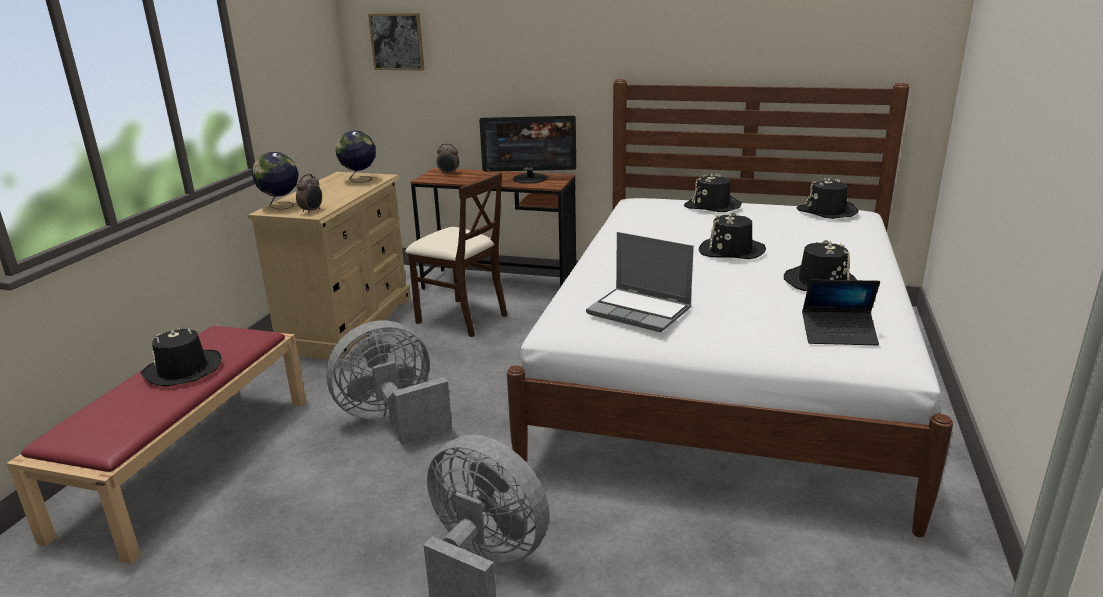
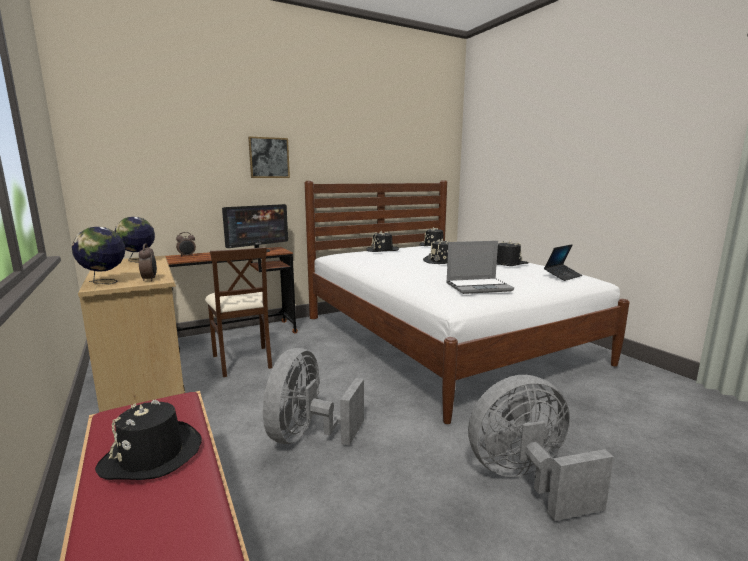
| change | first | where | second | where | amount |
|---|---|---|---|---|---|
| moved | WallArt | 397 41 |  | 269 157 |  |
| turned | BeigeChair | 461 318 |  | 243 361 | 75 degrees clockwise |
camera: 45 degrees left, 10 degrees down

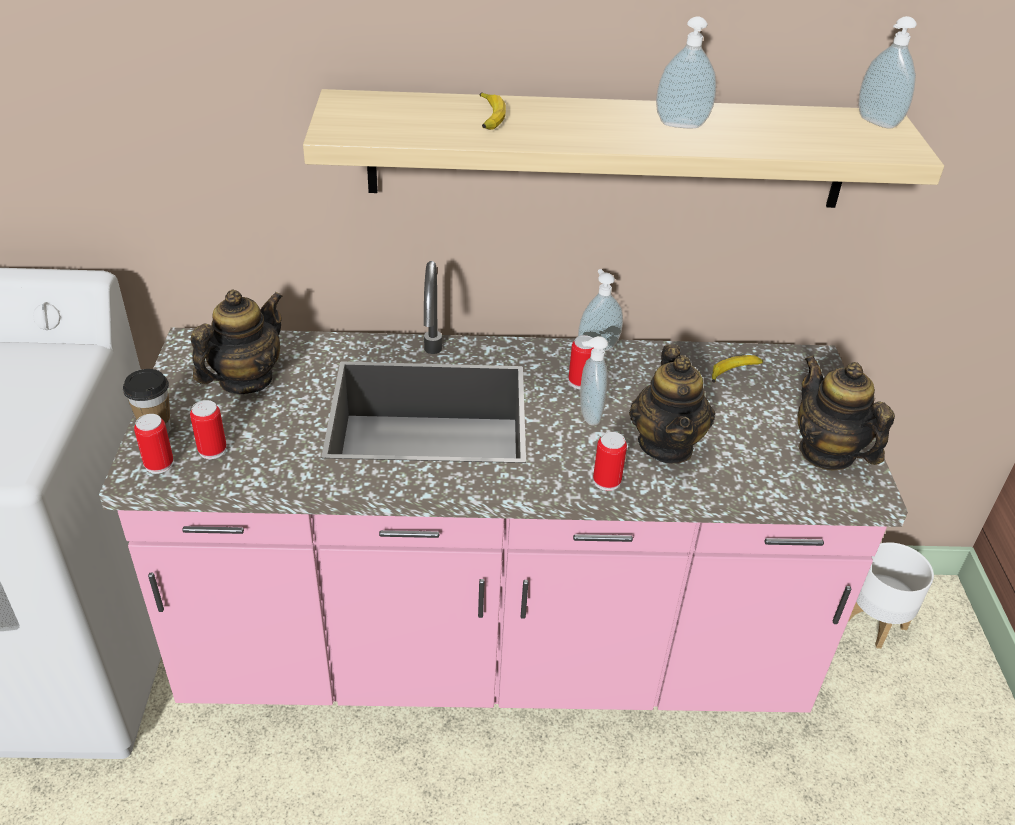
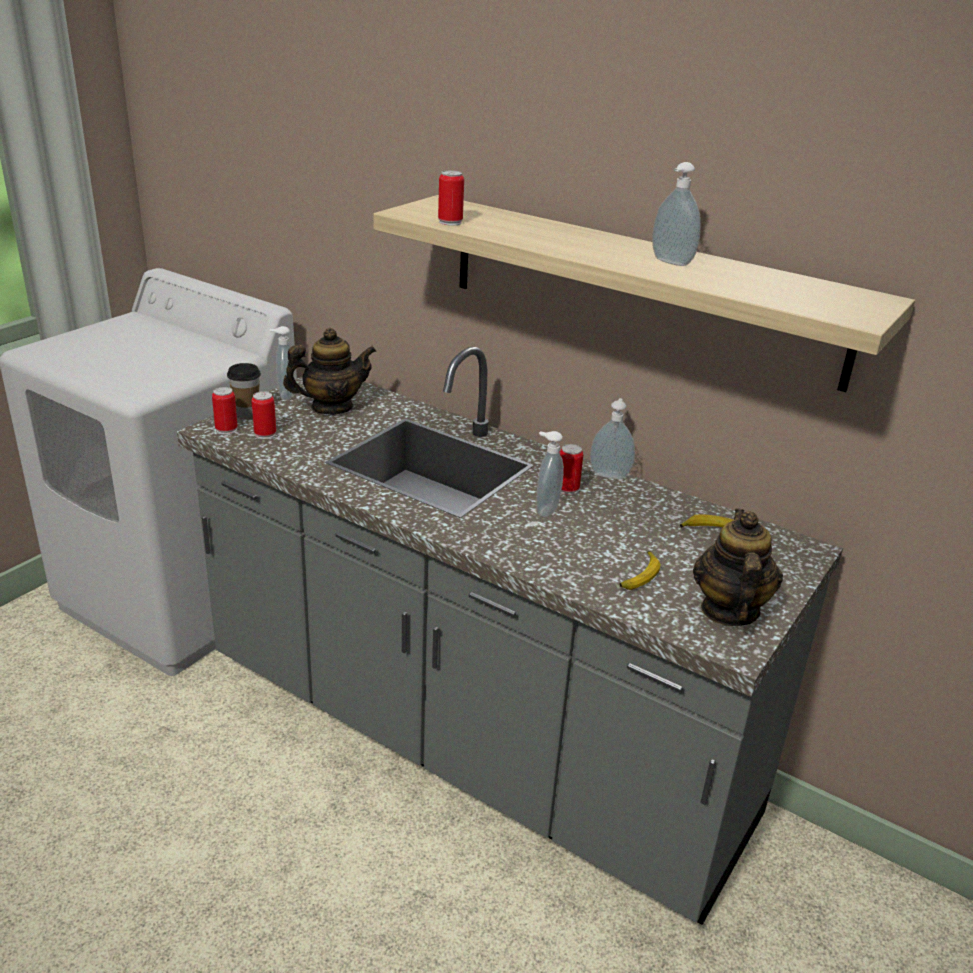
| change | first | where | second | where | amount |
|---|---|---|---|---|---|
| recoloured | PinkColouredKitchenBaseUnit | 494 653 | GreyishKitchenBaseUnit | 471 742 |  |
| moved | WholeBanana | 489 117 |  | 639 576 |  |
| moved | SealedCan | 606 481 |  | 450 222 |  |
| removed | Teapot | 666 445 |  |  |  |
| removed | WhitishFlowerPot | 874 624 |  |  |  |
| moved | SoapBottle | 875 123 |  | 284 395 |  |
camera: 35 degrees right, 10 degrees down

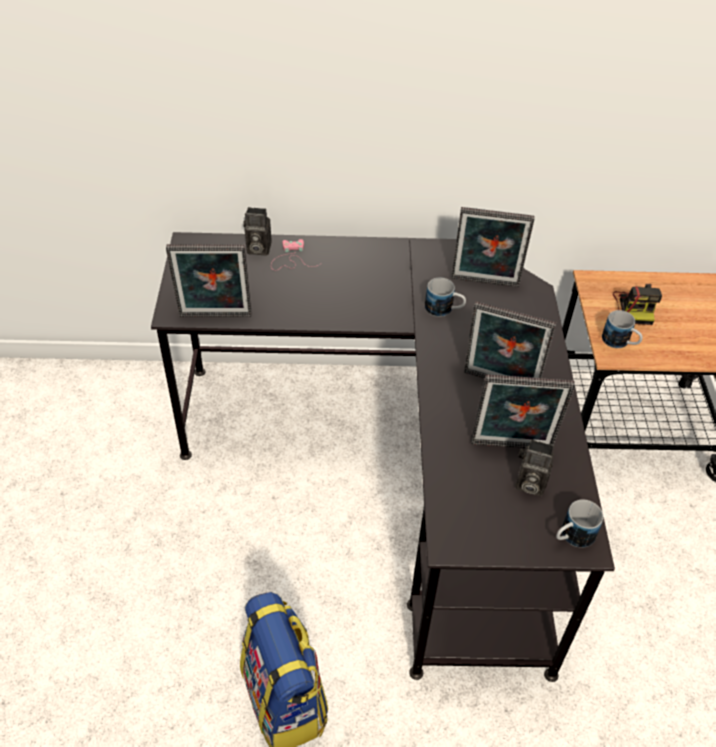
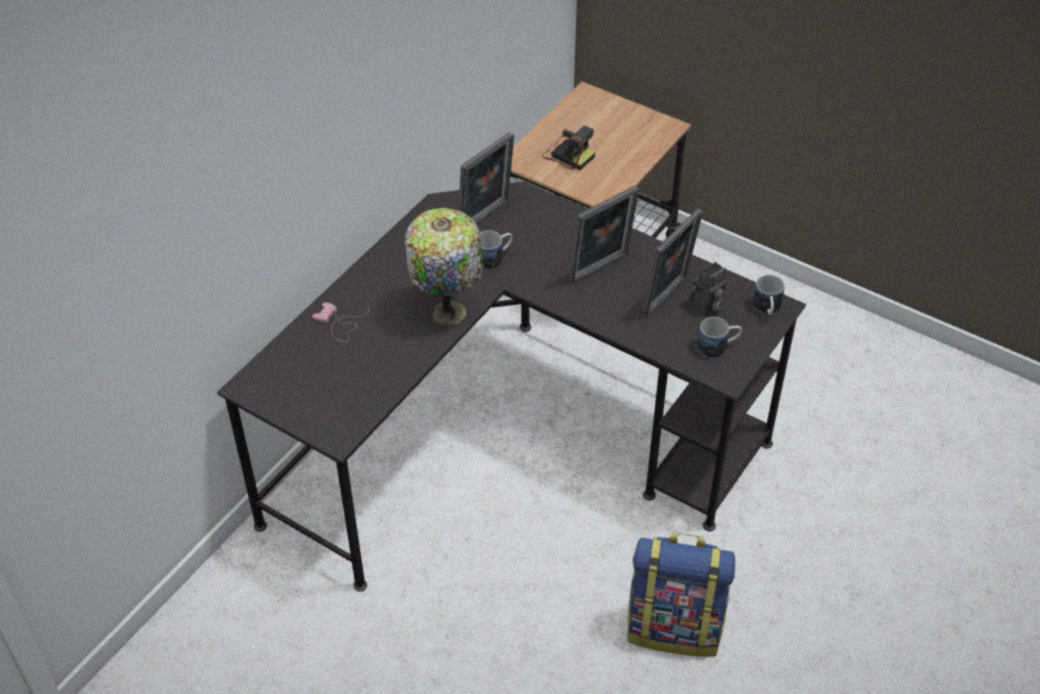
| change | first | where | second | where | amount |
|---|---|---|---|---|---|
| removed | StandingFrame | 215 318 |  |  |  |
| removed | PhotoCamera | 257 249 |  |  |  |
| moved | TeaMug | 620 342 |  | 718 347 |  |
| added |  |  | TableLamp | 448 310 |  |
camera: 55 degrees left, 0 degrees up

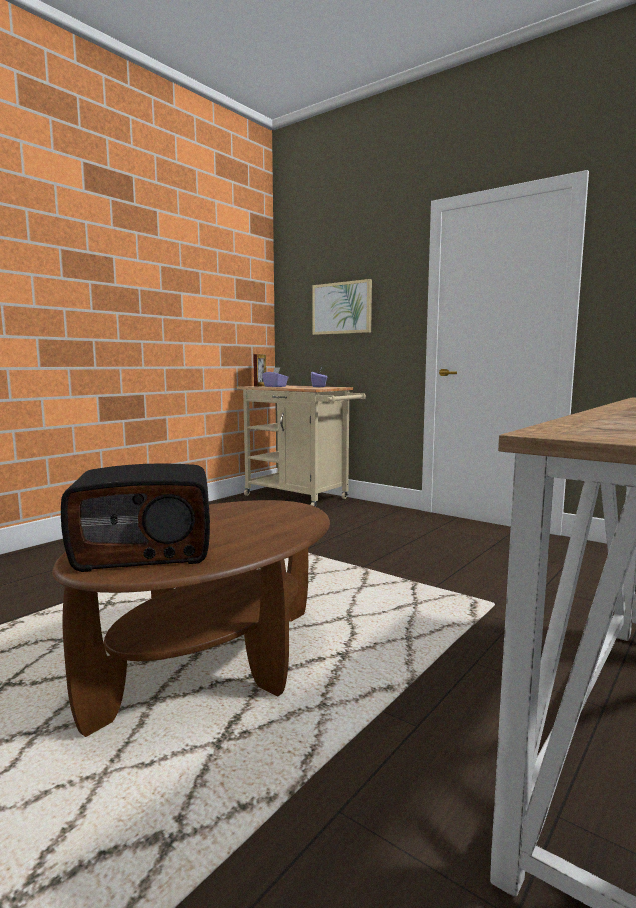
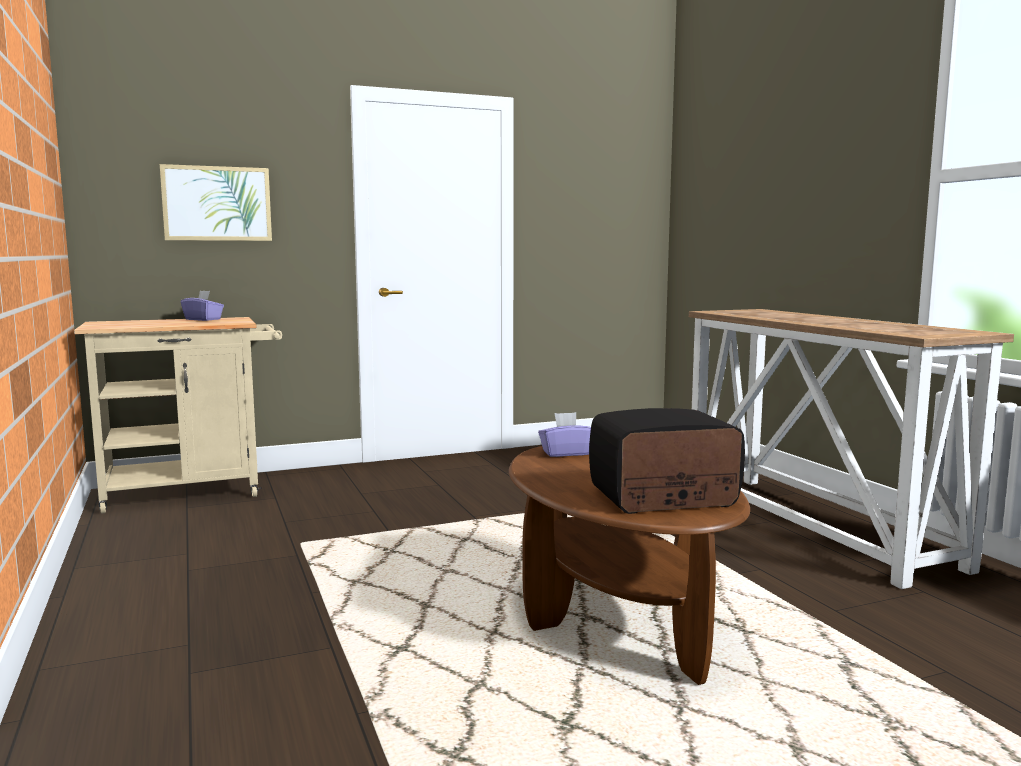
| change | first | where | second | where | amount |
|---|---|---|---|---|---|
| turned | Radio | 146 551 |  | 662 497 | 120 degrees counterclockwise |
| removed | StandingFrame | 260 386 |  |  |  |
| moved | PurpleTissueHolder | 275 386 |  | 566 453 |  |
camera: 60 degrees left, 0 degrees up

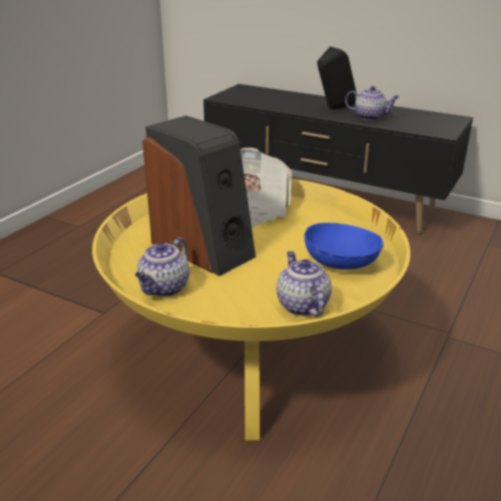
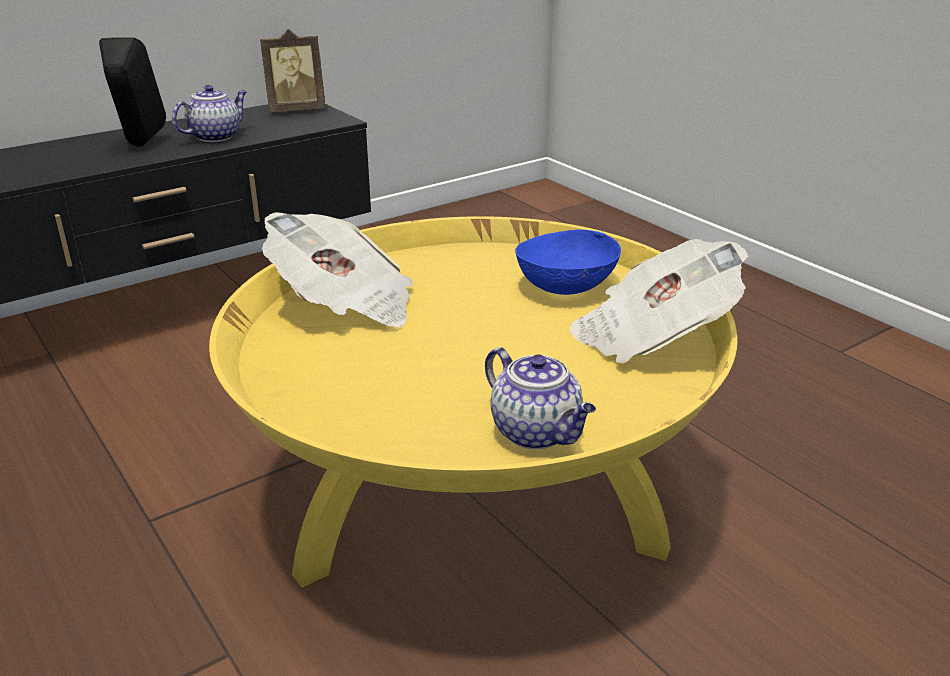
| change | first | where | second | where | amount |
|---|---|---|---|---|---|
| removed | Speaker | 203 248 |  |  |  |
| replaced | Teapot | 301 305 | DailyPaper | 651 337 |  |
| added |  |  | StandingFrame | 296 110 |  |
camera: 65 degrees left, 0 degrees up

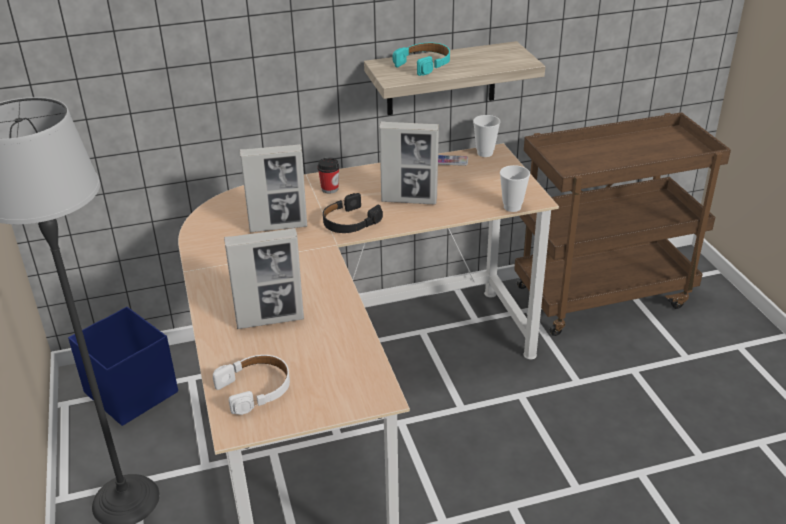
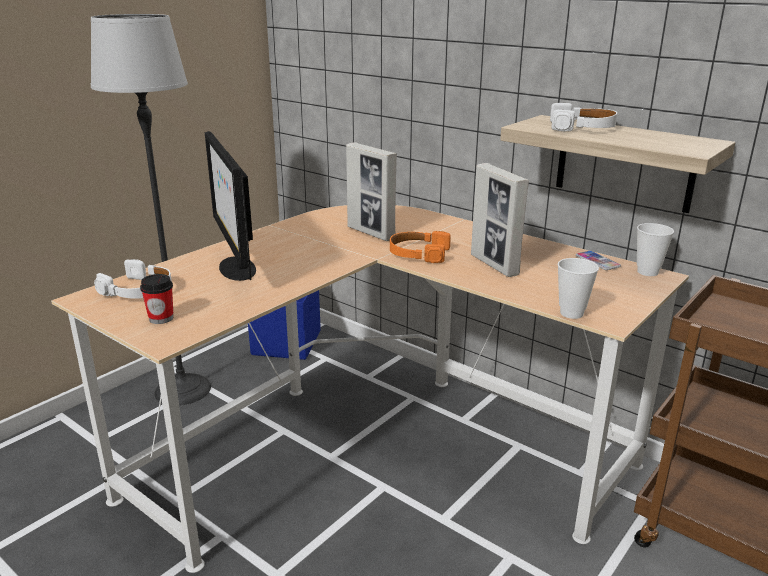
| change | first | where | second | where | amount |
|---|---|---|---|---|---|
| replaced | StandingFrame | 270 320 | Monitor | 236 268 |  |
| moved | Cup | 329 189 |  | 161 318 |  |
| recoloured | BlackishPairOfHeadphones | 349 222 | OrangeyPairOfHeadphones | 418 253 |  |
| recoloured | TurquoisePairOfHeadphones | 424 64 | WhitishPairOfHeadphones | 582 127 |  |
camera: 55 degrees right, 10 degrees down

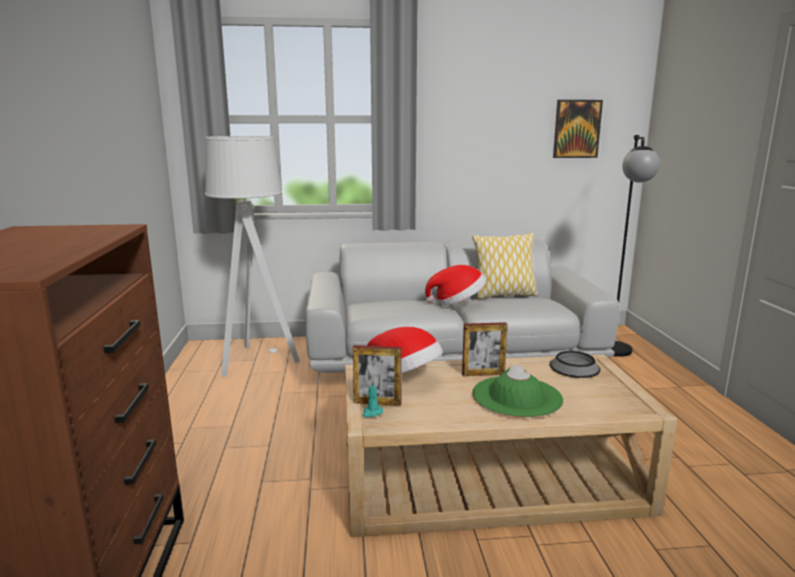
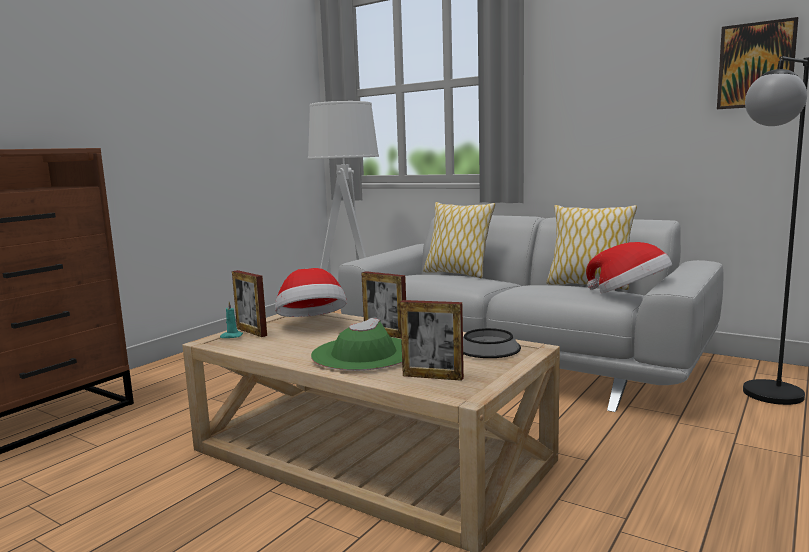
| change | first | where | second | where | amount |
|---|---|---|---|---|---|
| moved | ClothingHat | 457 303 |  | 629 294 |  |
| added |  |  | StandingFrame | 433 376 |  |
| added |  |  | Cushion | 457 274 |  |
camera: 40 degrees right, 5 degrees down

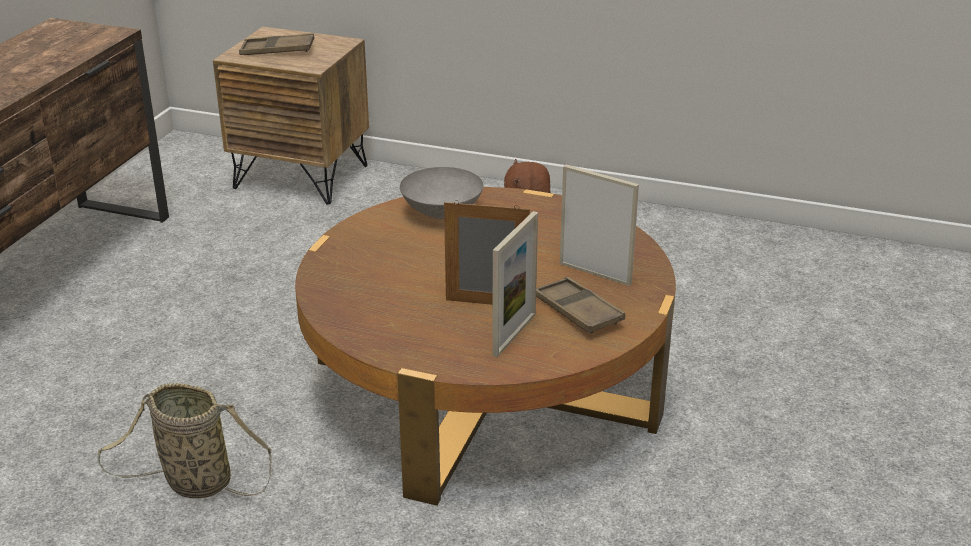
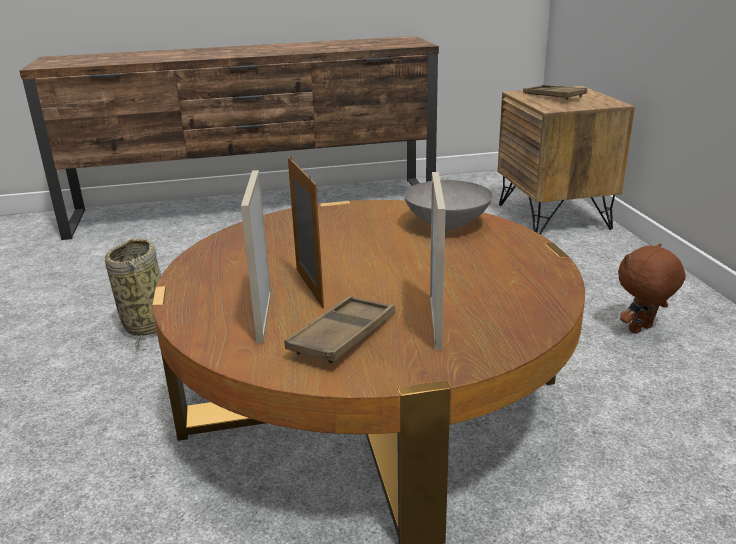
| change | first | where | second | where | amount |
|---|---|---|---|---|---|
| turned | StandingFrame | 514 334 |  | 264 317 | 90 degrees clockwise |
camera: 60 degrees right, 5 degrees down

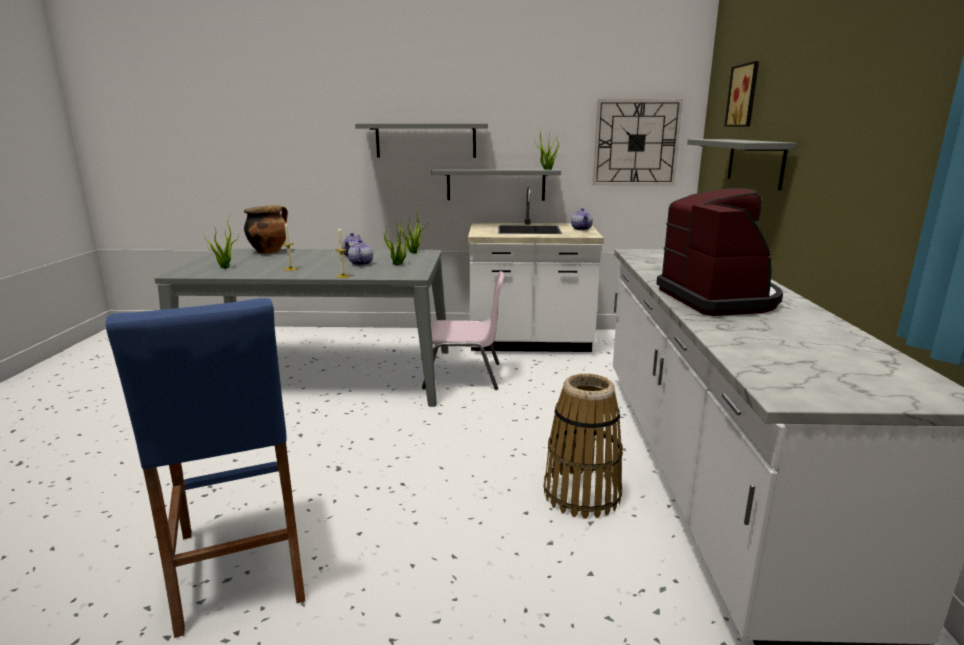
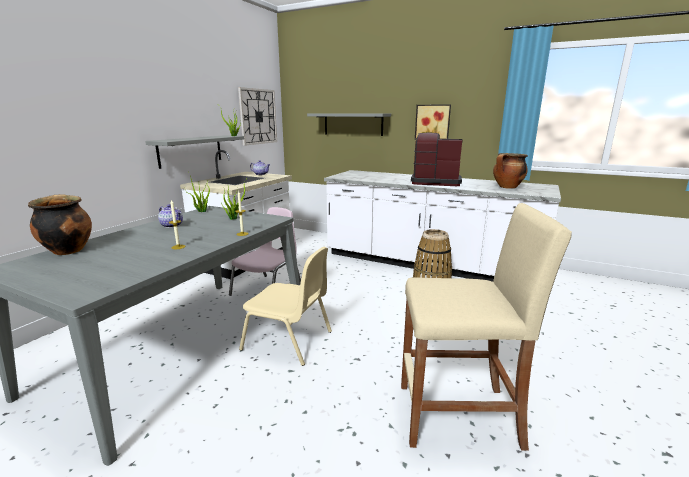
| change | first | where | second | where | amount |
|---|---|---|---|---|---|
| recoloured | BlueStoolSeat | 240 566 | BeigeStoolSeat | 458 415 |  |
| removed | PlantInAPot | 224 267 |  |  |  |
| removed | Teapot | 360 263 |  |  |  |
| removed | GreyishWallShelf | 426 140 |  |  |  |
| moved | WallArt | 745 95 |  | 432 122 |  |
| added |  |  | BeigeChair | 289 340 |  |
| added |  |  | Stockpot | 507 187 |  |
camera: 65 degrees left, 0 degrees up

